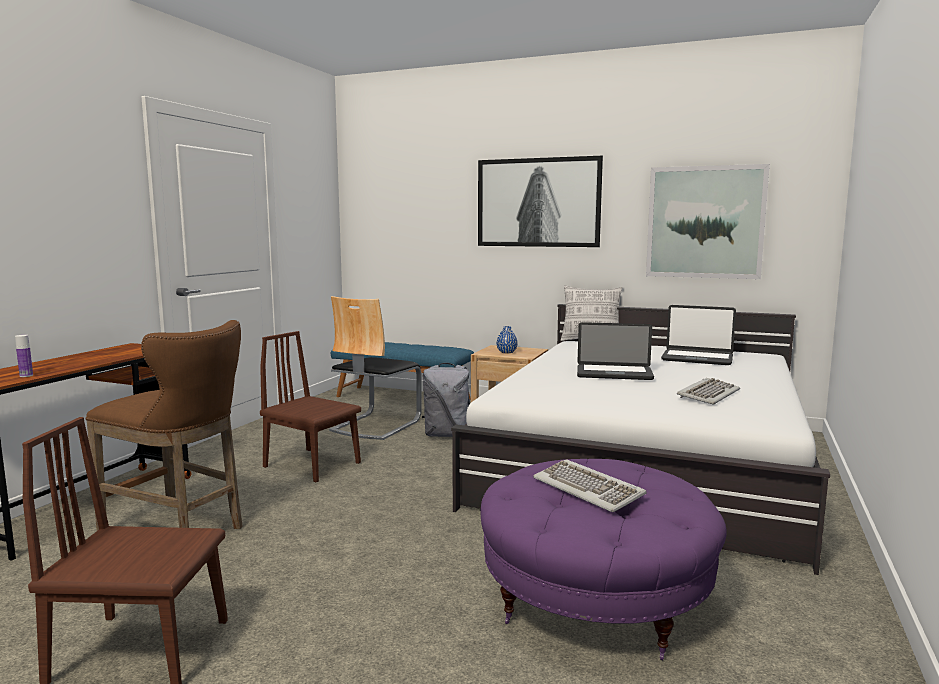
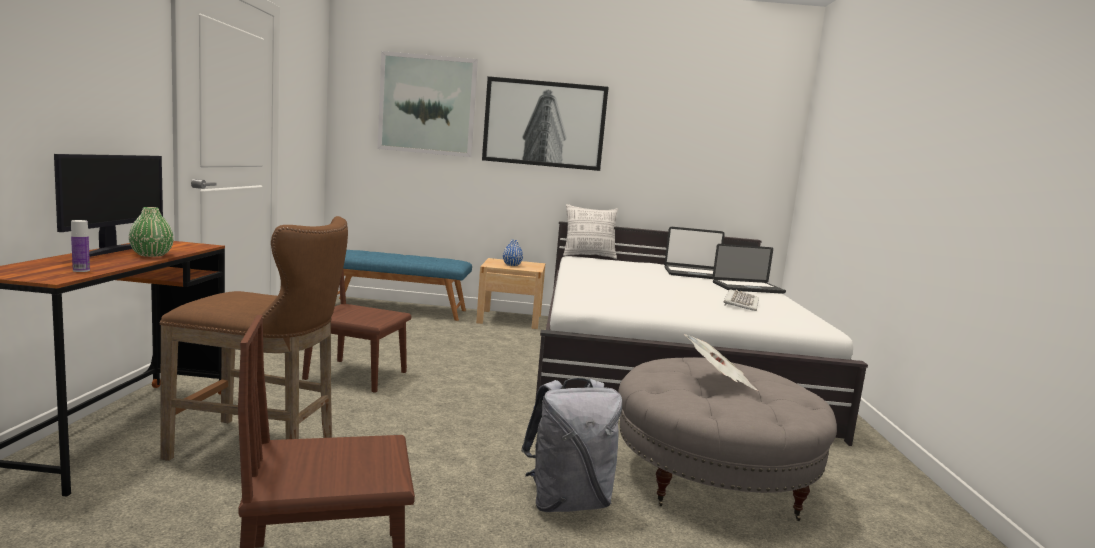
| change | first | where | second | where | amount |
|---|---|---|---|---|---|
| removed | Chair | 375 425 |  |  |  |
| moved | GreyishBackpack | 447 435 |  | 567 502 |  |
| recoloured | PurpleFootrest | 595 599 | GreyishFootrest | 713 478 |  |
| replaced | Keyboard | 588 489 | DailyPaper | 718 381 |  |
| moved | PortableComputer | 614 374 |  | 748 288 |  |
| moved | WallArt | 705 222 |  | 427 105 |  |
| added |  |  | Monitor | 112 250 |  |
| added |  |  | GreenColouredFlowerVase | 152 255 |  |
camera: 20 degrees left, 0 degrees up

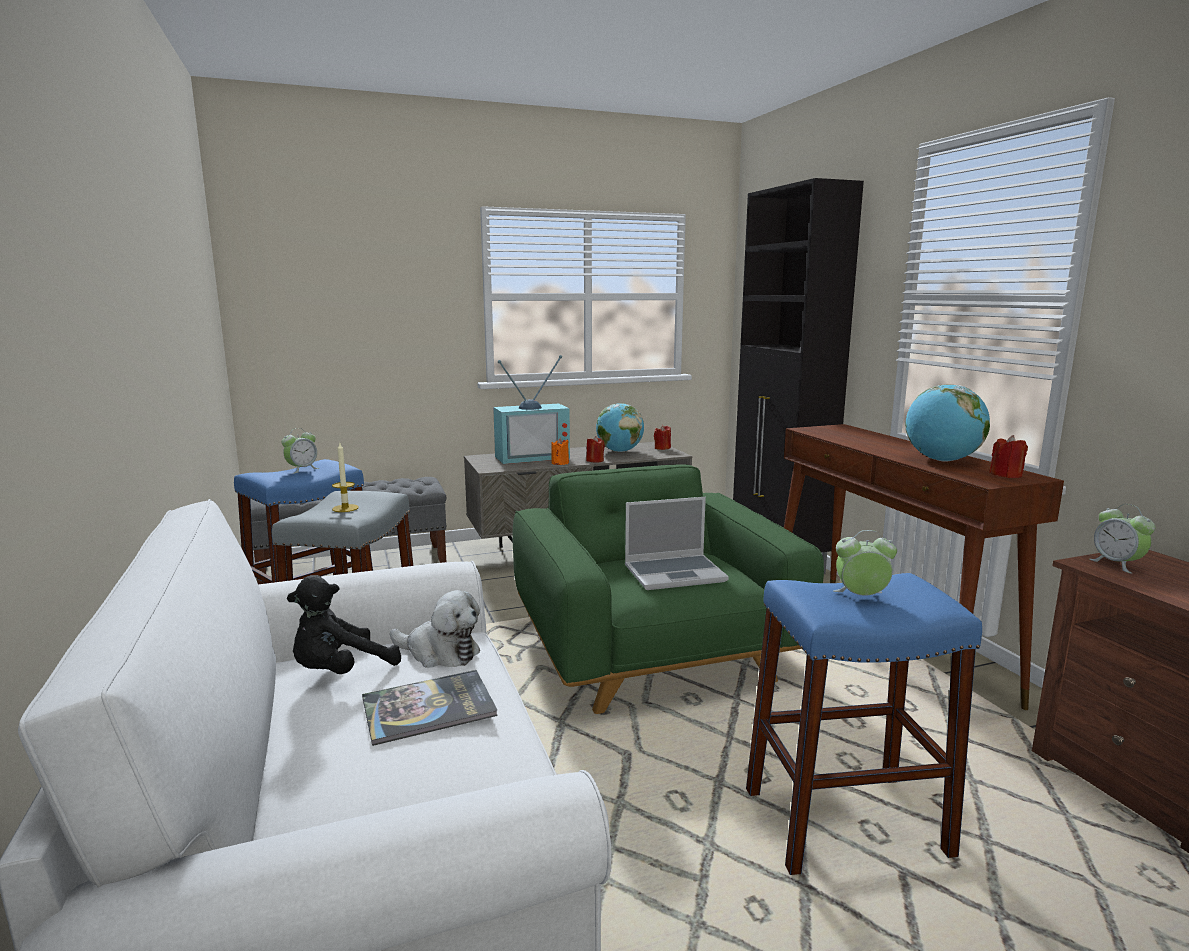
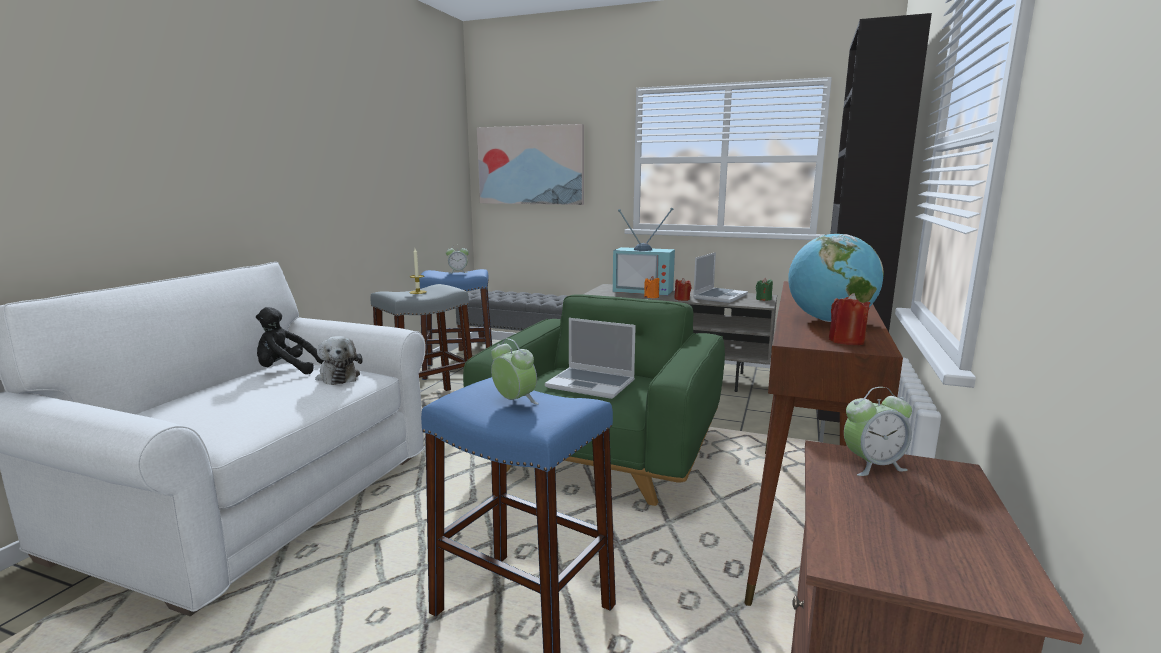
| change | first | where | second | where | amount |
|---|---|---|---|---|---|
| removed | Book | 428 708 |  |  |  |
| replaced | DeskGlobe | 619 451 | PortableComputer | 719 296 |  |
| recoloured | RedWaxCandle | 662 448 | GreenColouredWaxCandle | 763 299 |  |
| turned | TableClock | 1117 564 |  | 872 465 | 120 degrees counterclockwise |
| added |  |  | WallArt | 530 165 |  |
camera: 40 degrees right, 0 degrees up

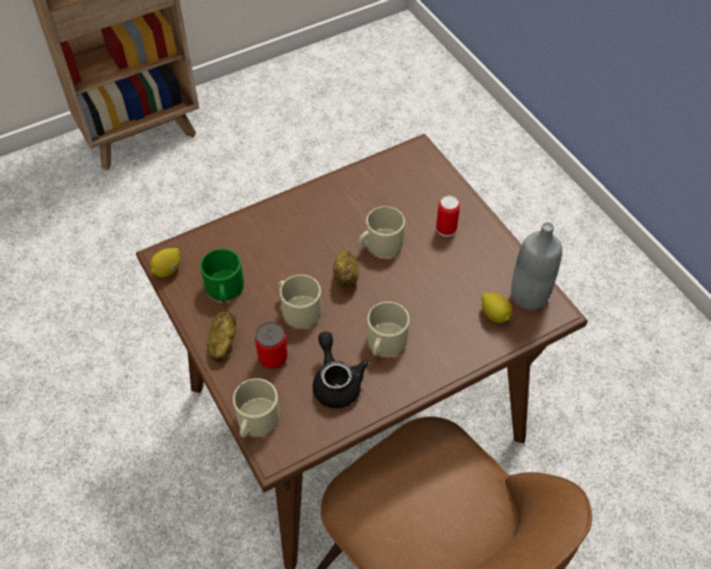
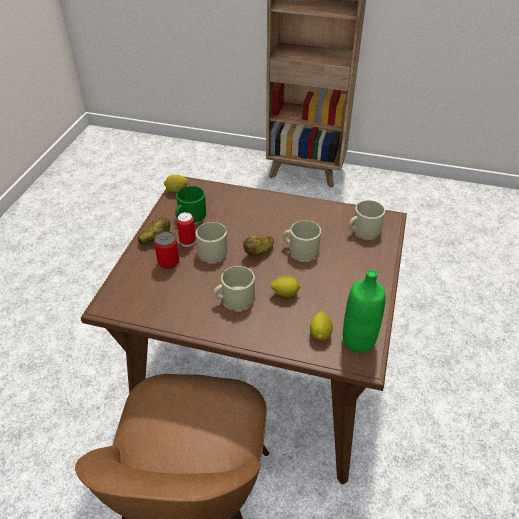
| change | first | where | second | where | amount |
|---|---|---|---|---|---|
| moved | BeigeTeaMug | 256 421 |  | 363 230 |  |
| removed | BlackishTeapot | 336 382 |  |  |  |
| moved | SealedCan | 446 229 |  | 187 241 |  |
| recoloured | GreyishBeverageBottle | 529 295 | GreenColouredBeverageBottle | 358 340 |  |
| added |  |  | WholeLemon | 285 293 |  |
camera: 45 degrees right, 10 degrees down

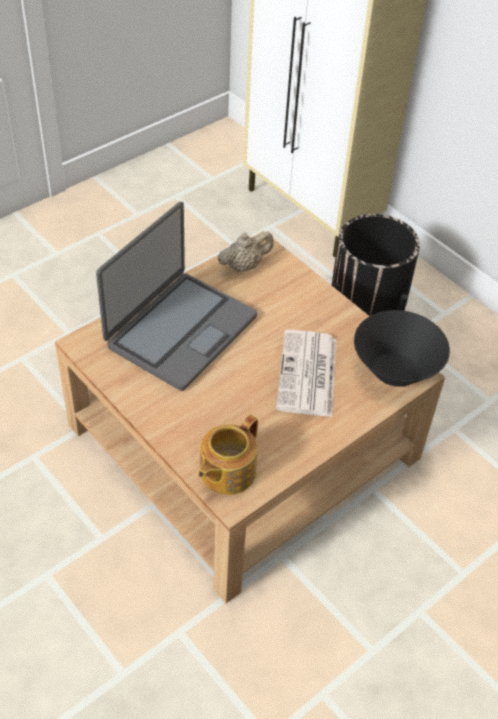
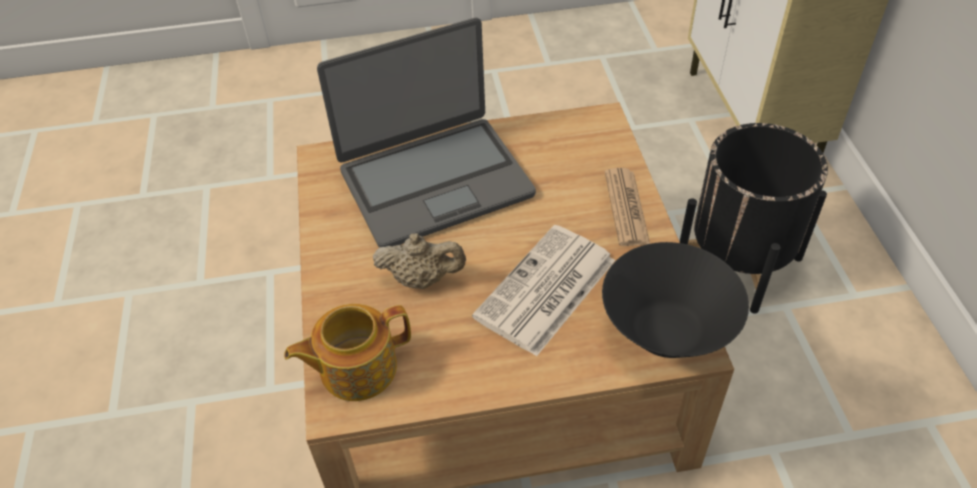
| change | first | where | second | where | amount |
|---|---|---|---|---|---|
| moved | BeigeTeapot | 244 266 |  | 422 279 |  |
| added |  |  | DailyPaper | 626 207 |  |
camera: 35 degrees right, 0 degrees up

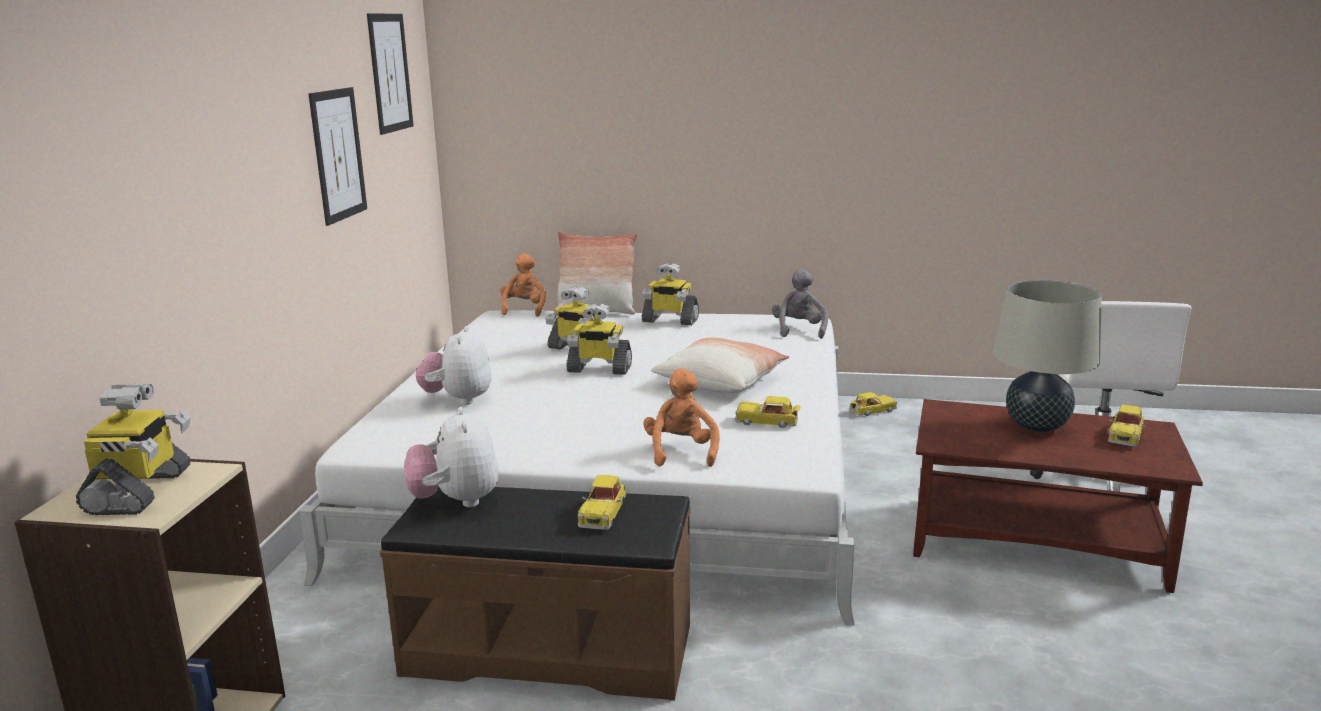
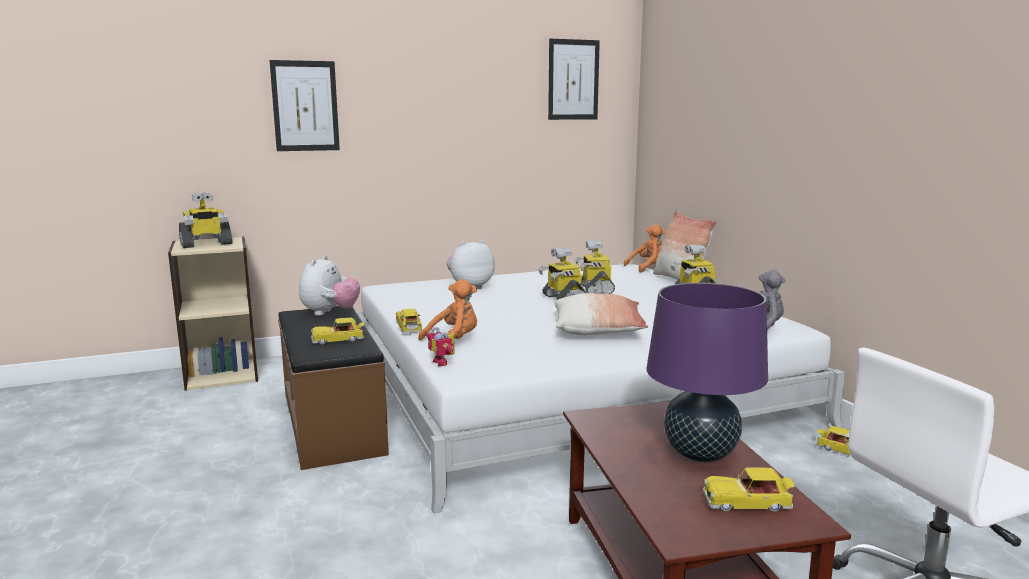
| change | first | where | second | where | amount |
|---|---|---|---|---|---|
| moved | WallArt | 338 155 |  | 305 106 |  |
| turned | PlushToy | 456 501 |  | 330 313 | 150 degrees clockwise |
| moved | MiniatureCar | 767 422 |  | 409 327 |  |
| recoloured | BeigeTableLamp | 1037 426 | PurpleTableLamp | 700 453 |  |
| added |  |  | RobotFigure | 443 362 |  |
camera: 60 degrees right, 5 degrees down

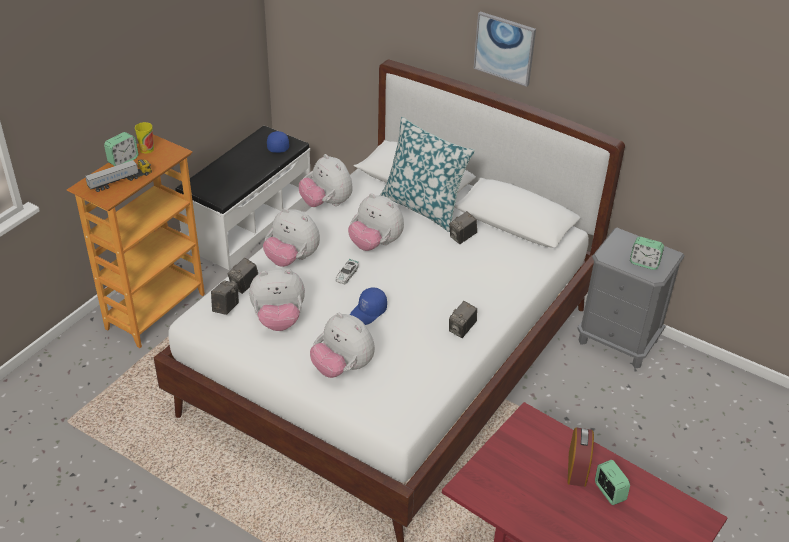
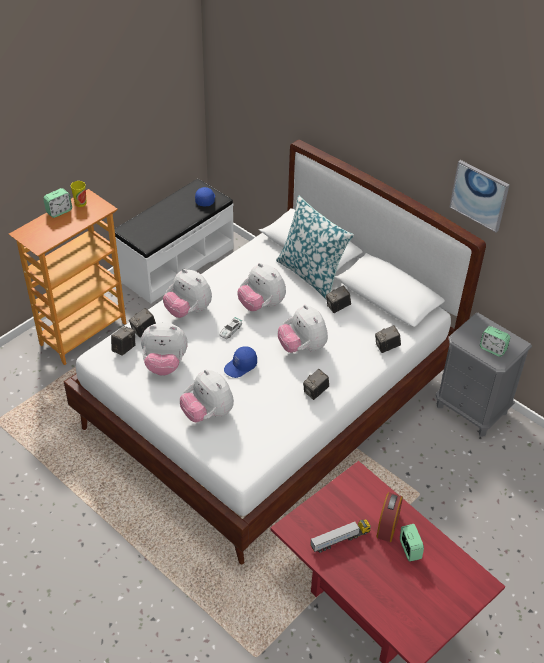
| change | first | where | second | where | amount |
|---|---|---|---|---|---|
| moved | ModelTruck | 120 181 |  | 340 540 |  |
| moved | PlushToy | 326 203 |  | 302 347 |  |
| moved | WallArt | 504 48 |  | 479 195 |  |
| added |  |  | PhotoCamera | 386 347 |  |
camera: 10 degrees right, 5 degrees up

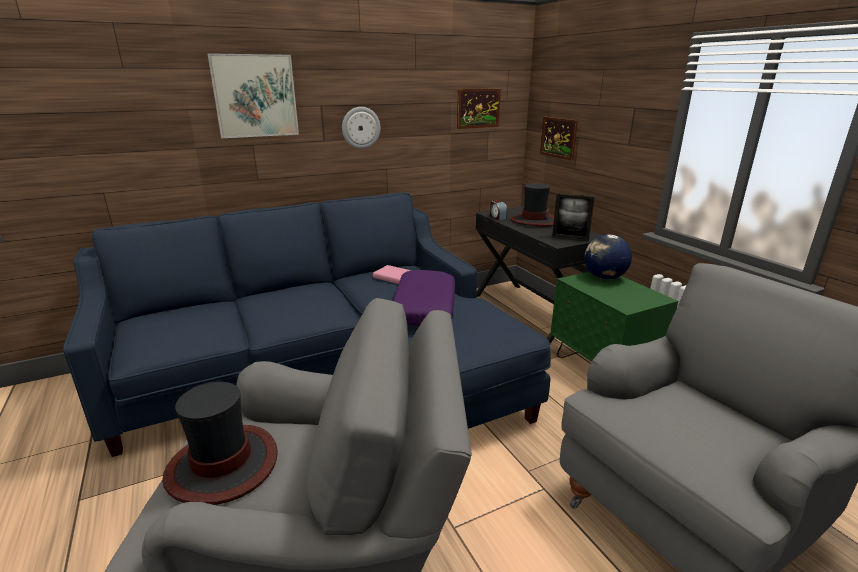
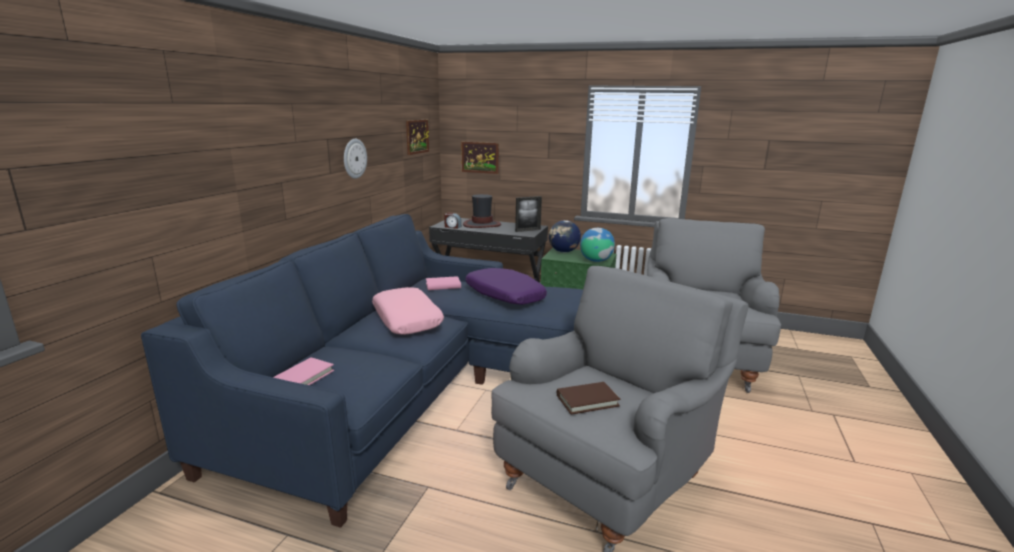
| change | first | where | second | where | amount |
|---|---|---|---|---|---|
| replaced | ClothingHat | 223 465 | BrownishBook | 587 400 |  |
| removed | WallArt | 255 96 |  |  |  |
| added |  |  | PinkColouredBook | 304 377 |  |
| added |  |  | PinkColouredCushion | 407 319 |  |
| added |  |  | DeskGlobe | 596 260 |  |
camera: 45 degrees left, 5 degrees down

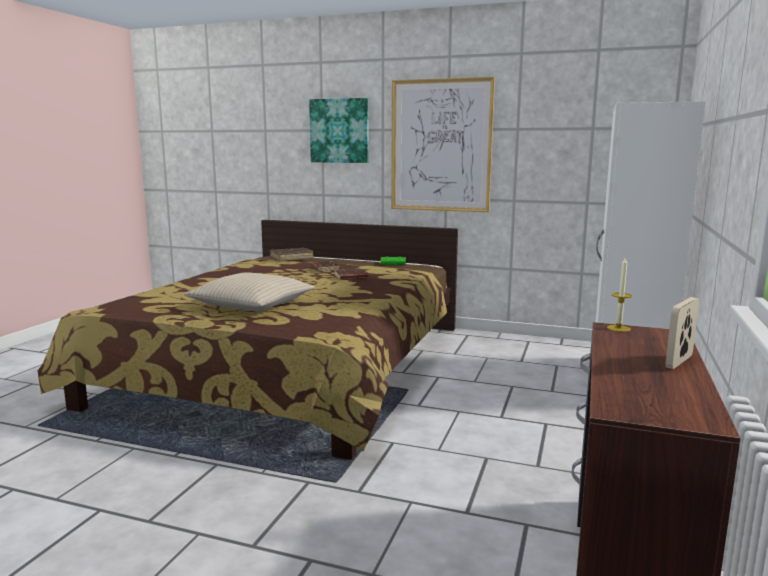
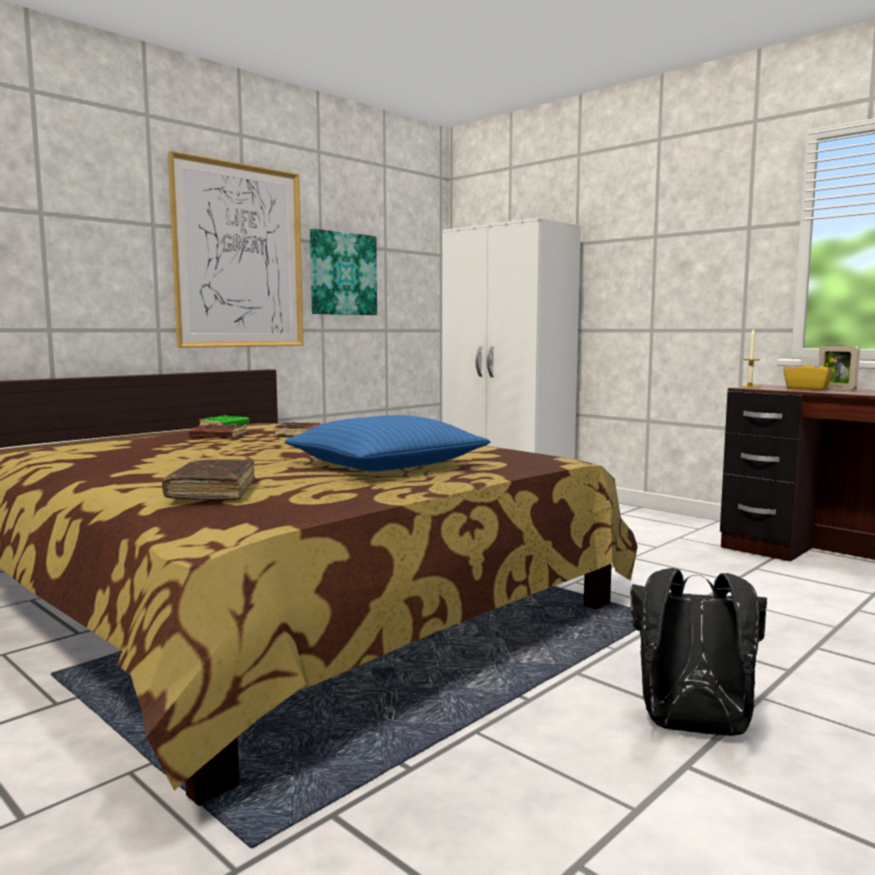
| change | first | where | second | where | amount |
|---|---|---|---|---|---|
| recoloured | BeigeCushion | 251 305 | BlueCushion | 385 465 |  |
| moved | BrownishBook | 291 259 |  | 212 491 |  |
| moved | WallArt | 339 131 |  | 342 274 |  |
| added |  |  | BlackishBackpack | 692 729 |  |
| added |  |  | YellowishTissueHolder | 807 389 |  |
camera: 65 degrees left, 5 degrees down

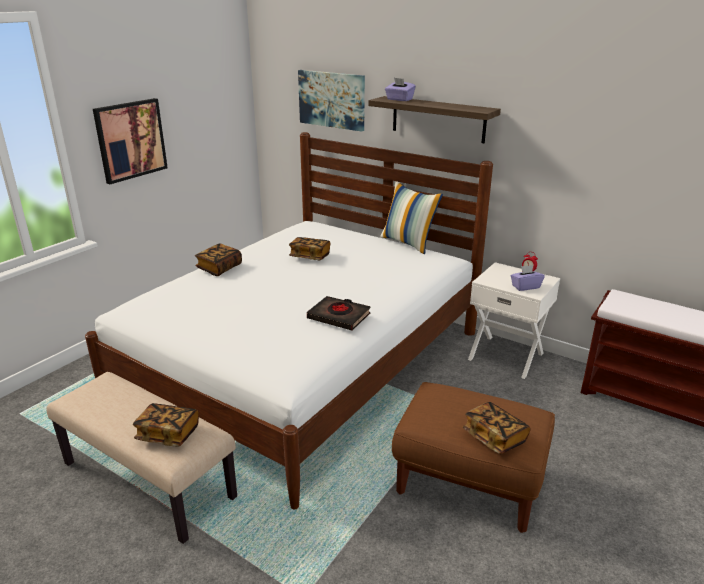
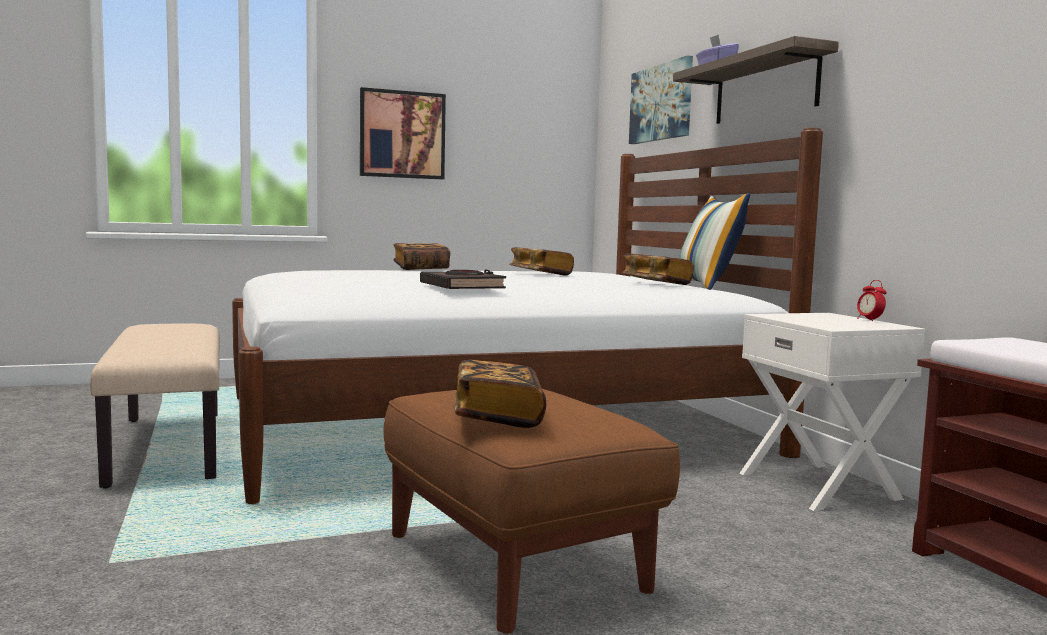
| change | first | where | second | where | amount |
|---|---|---|---|---|---|
| moved | Book | 168 434 |  | 656 283 |  |
| removed | PurpleTissueHolder | 525 287 |  |  |  |
camera: 35 degrees right, 20 degrees down

